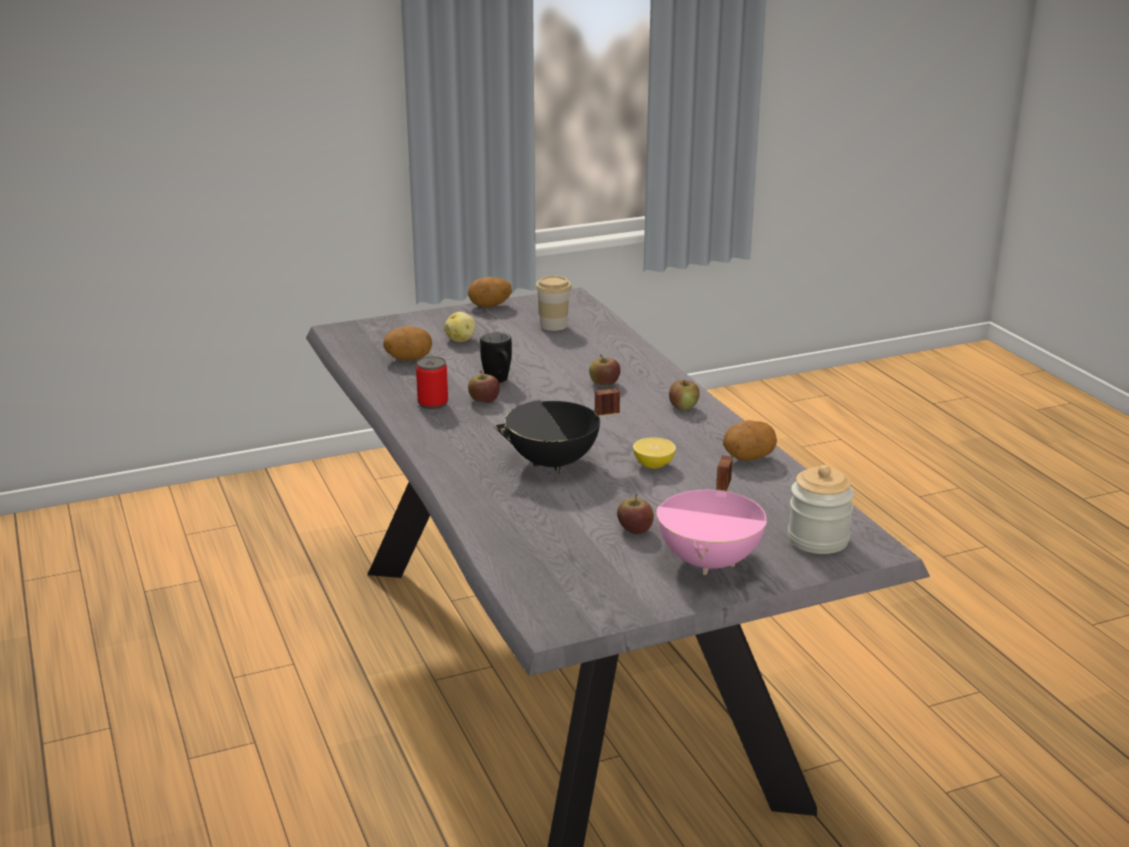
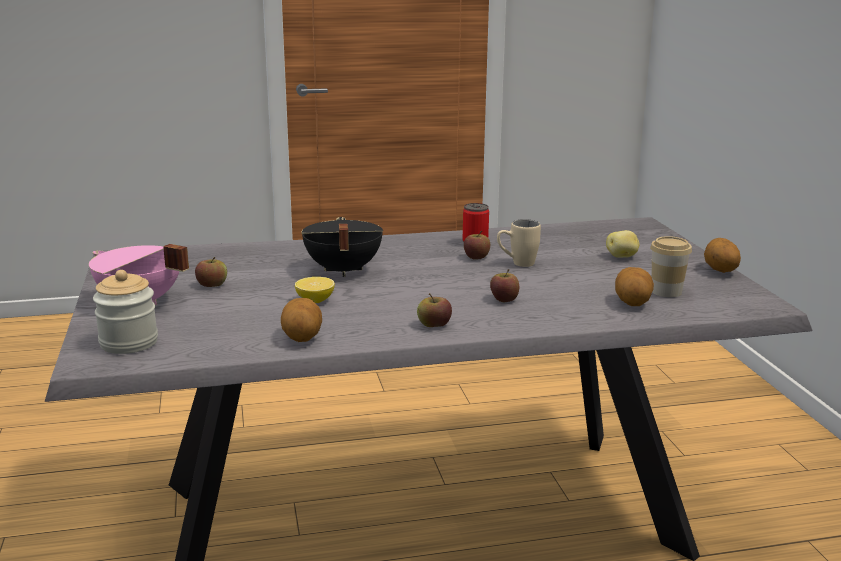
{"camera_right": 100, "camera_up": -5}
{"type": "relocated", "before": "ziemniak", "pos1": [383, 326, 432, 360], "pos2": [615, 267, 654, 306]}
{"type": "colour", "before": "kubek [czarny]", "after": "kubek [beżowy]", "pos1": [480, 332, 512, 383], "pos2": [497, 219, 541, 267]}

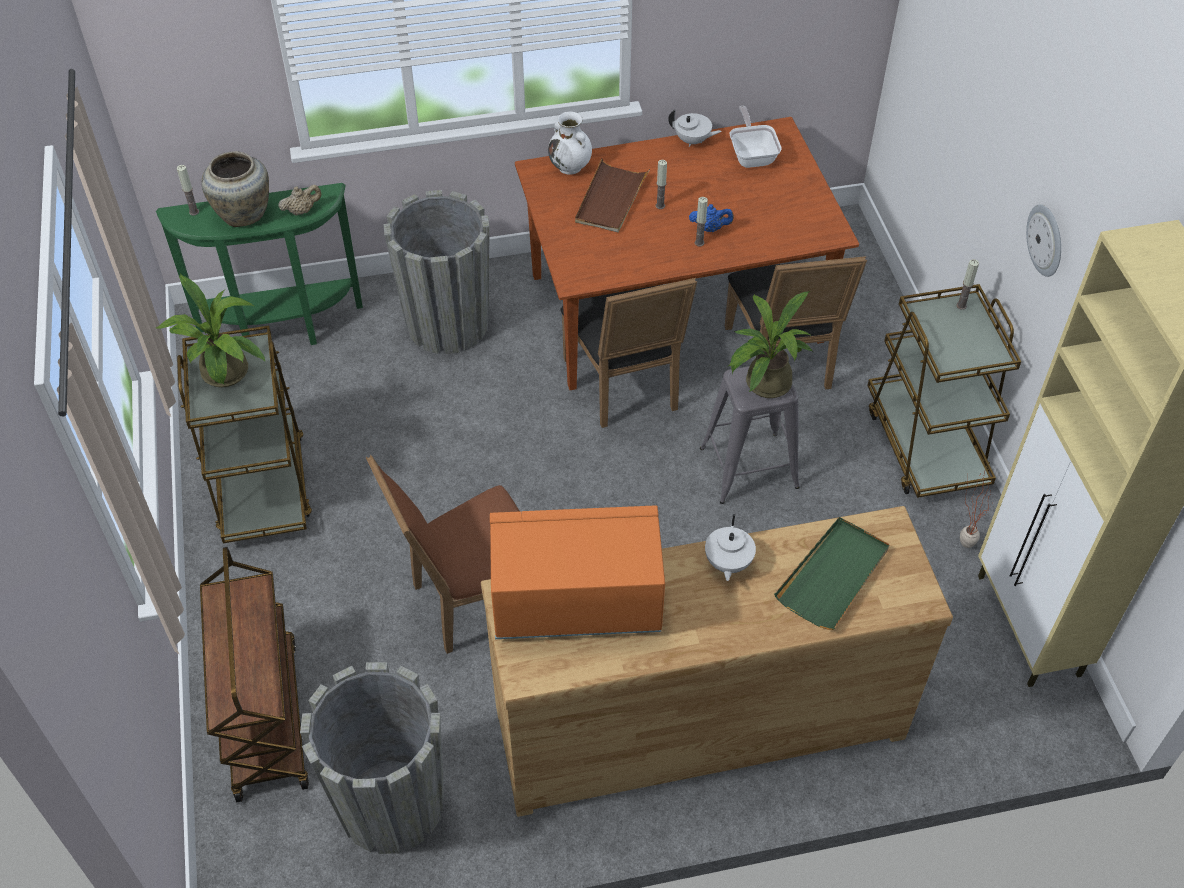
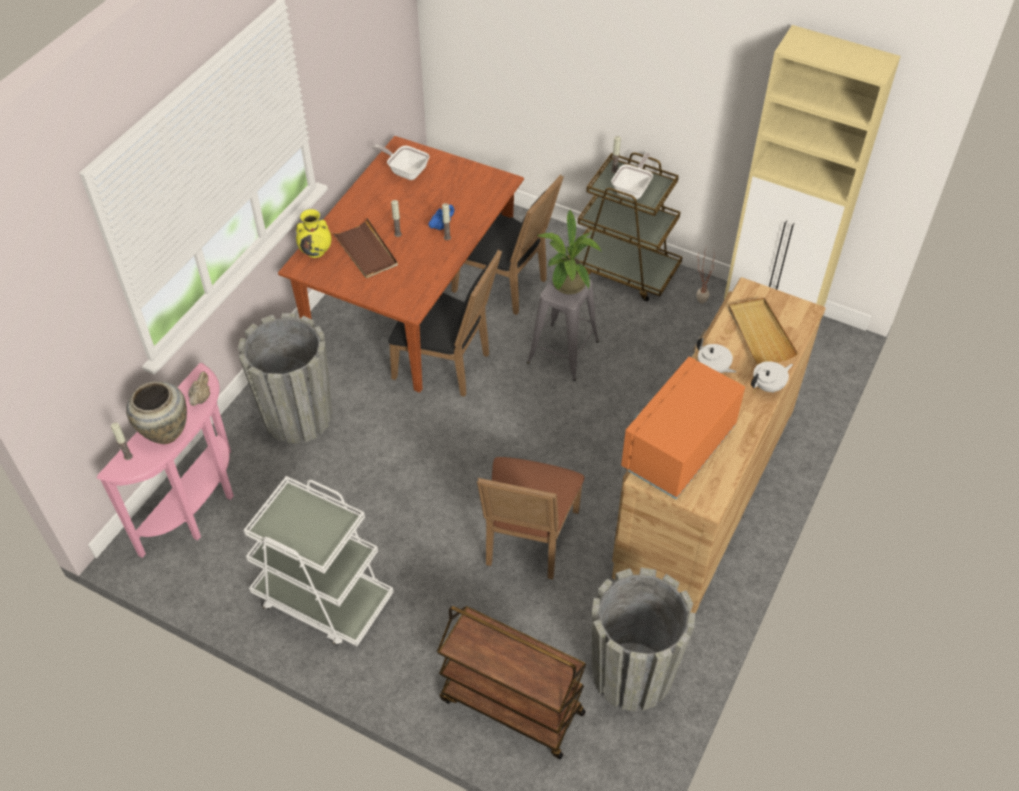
{"camera_right": -50, "camera_up": 0}
{"type": "missing", "before": "roślina doniczkowa", "pos1": [156, 273, 265, 387]}
{"type": "missing", "before": "zegar ścienny", "pos1": [1026, 204, 1061, 277]}
{"type": "appeared", "after": "patelnia", "pos2": [611, 153, 653, 199]}
{"type": "relocated", "before": "imbryk [biały]", "pos1": [668, 109, 722, 147], "pos2": [751, 361, 793, 393]}
{"type": "colour", "before": "stolik konsolowy [zielony]", "after": "stolik konsolowy [różowy]", "pos1": [156, 183, 363, 345], "pos2": [97, 363, 234, 558]}
{"type": "colour", "before": "wózek [brązowy]", "after": "wózek [biały]", "pos1": [177, 326, 312, 543], "pos2": [244, 476, 394, 646]}
{"type": "colour", "before": "wazon [biały]", "after": "wazon [żółty]", "pos1": [548, 111, 592, 175], "pos2": [296, 209, 331, 258]}
{"type": "colour", "before": "taca [zielony]", "after": "taca [beżowy]", "pos1": [774, 517, 890, 630], "pos2": [728, 298, 798, 364]}

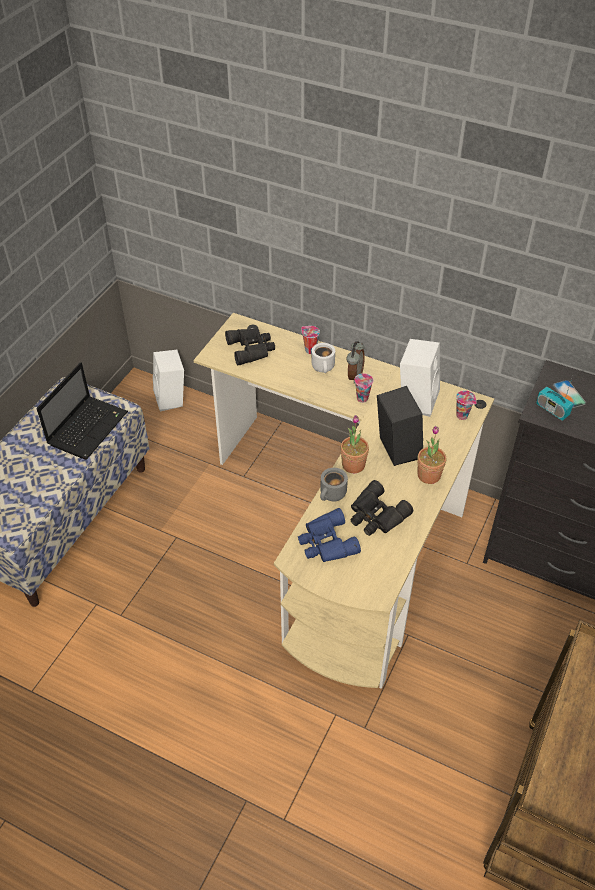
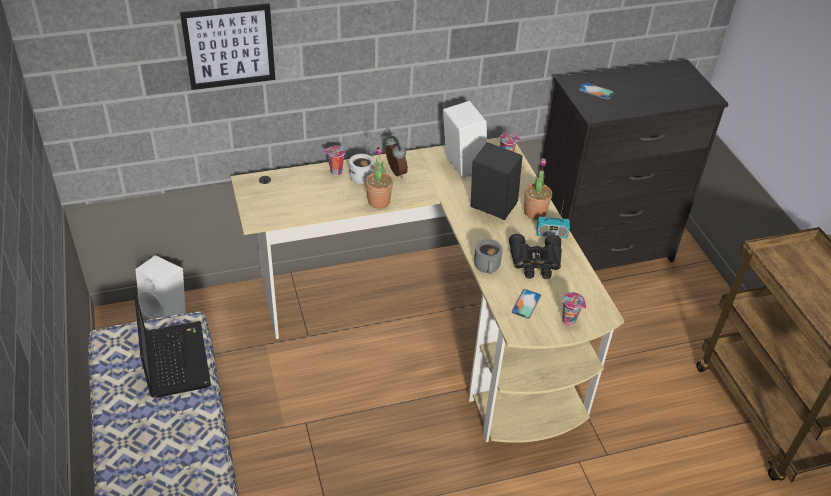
{"camera_right": -45, "camera_up": -5}
{"type": "missing", "before": "lornetka [czarny]", "pos1": [225, 329, 275, 365]}
{"type": "appeared", "after": "obraz", "pos2": [180, 3, 275, 90]}
{"type": "relocated", "before": "roślina doniczkowa", "pos1": [340, 415, 369, 473], "pos2": [366, 147, 393, 209]}
{"type": "relocated", "before": "filiżanka", "pos1": [355, 373, 373, 403], "pos2": [563, 292, 586, 326]}
{"type": "relocated", "before": "radio", "pos1": [536, 379, 573, 421], "pos2": [537, 201, 570, 238]}
{"type": "exchanged", "before": "lornetka [niebieski]", "after": "telefon", "pos1": [298, 508, 361, 562], "pos2": [512, 289, 541, 319]}

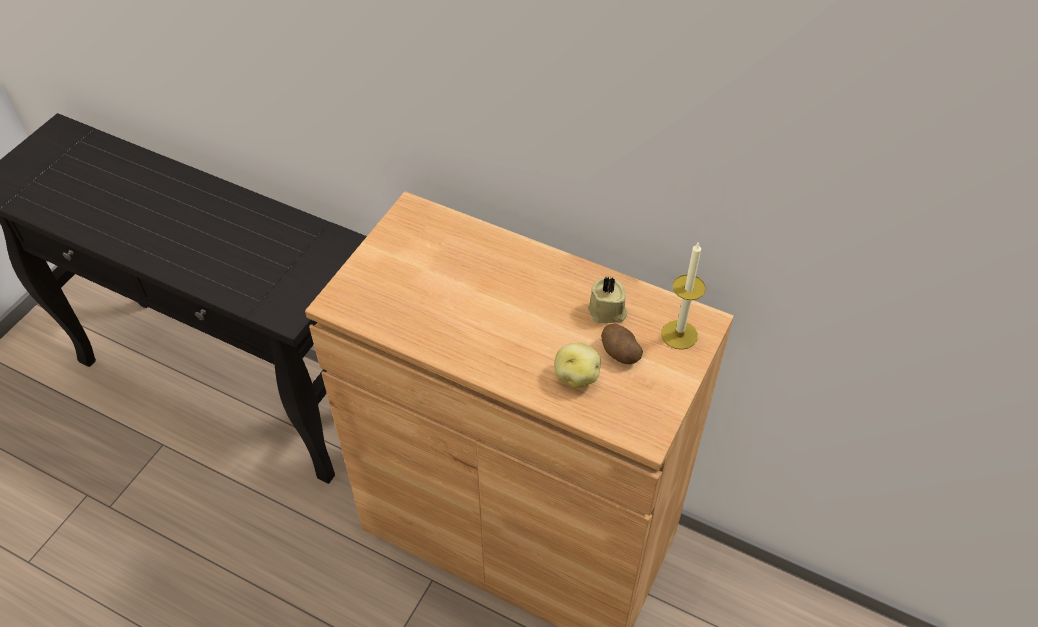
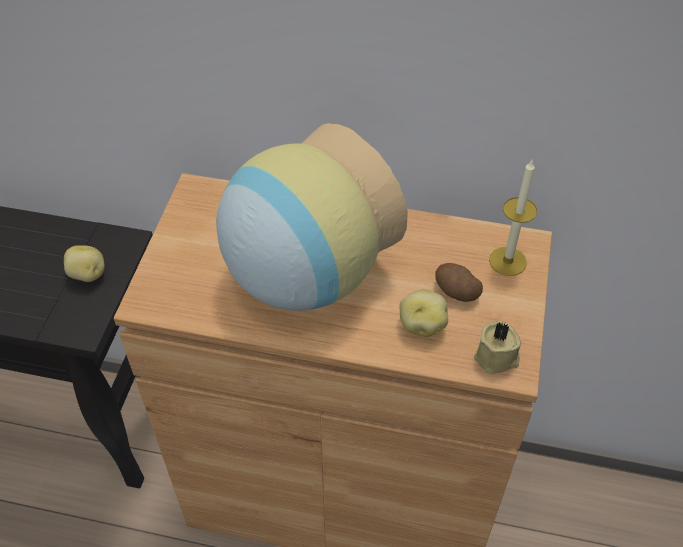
{"camera_right": -15, "camera_up": 0}
{"type": "appeared", "after": "ziemniak", "pos2": [64, 245, 105, 282]}
{"type": "appeared", "after": "wazon", "pos2": [216, 123, 408, 311]}
{"type": "relocated", "before": "świeca [beżowy]", "pos1": [588, 277, 628, 323], "pos2": [474, 321, 521, 375]}

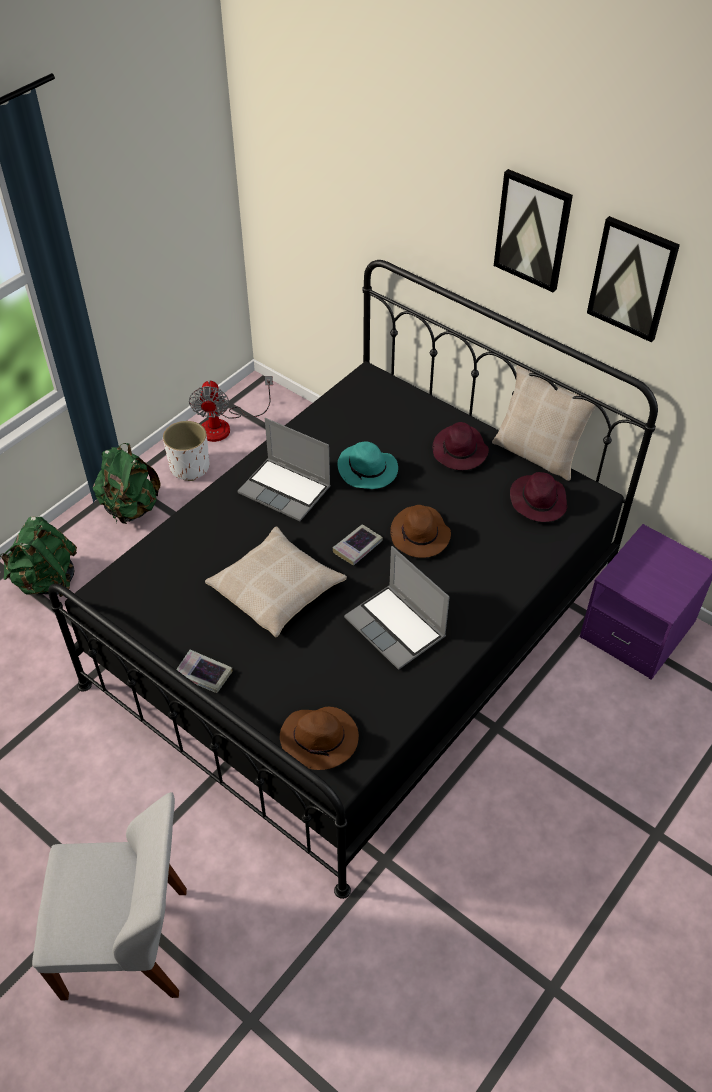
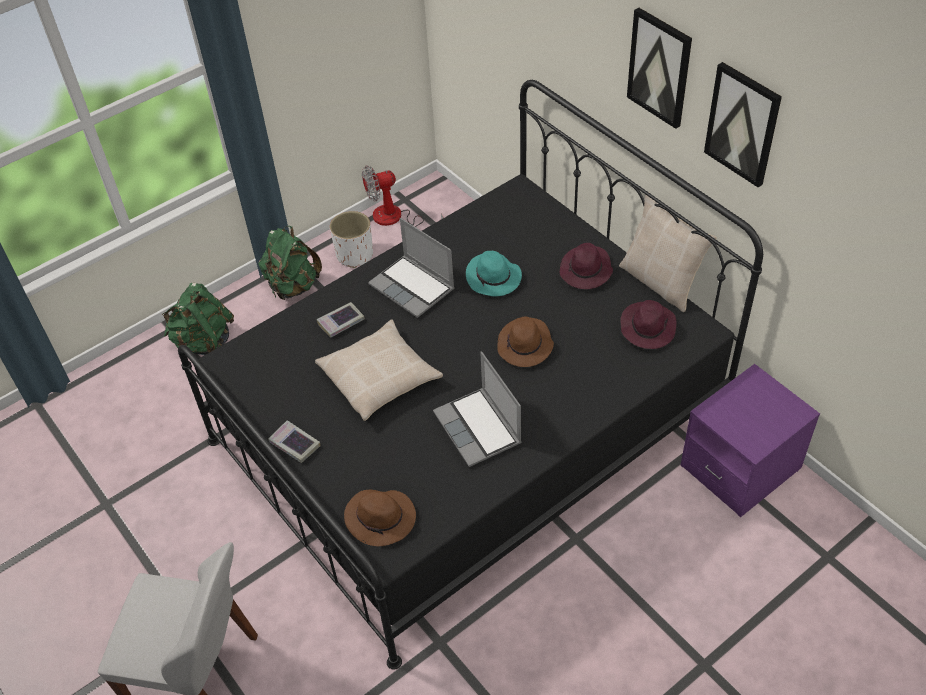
{"camera_right": 15, "camera_up": 0}
{"type": "relocated", "before": "książka", "pos1": [332, 524, 383, 565], "pos2": [317, 302, 365, 338]}
{"type": "spun", "before": "wentylator", "pos1": [189, 376, 273, 442], "pos2": [362, 165, 444, 227], "turn": 60}

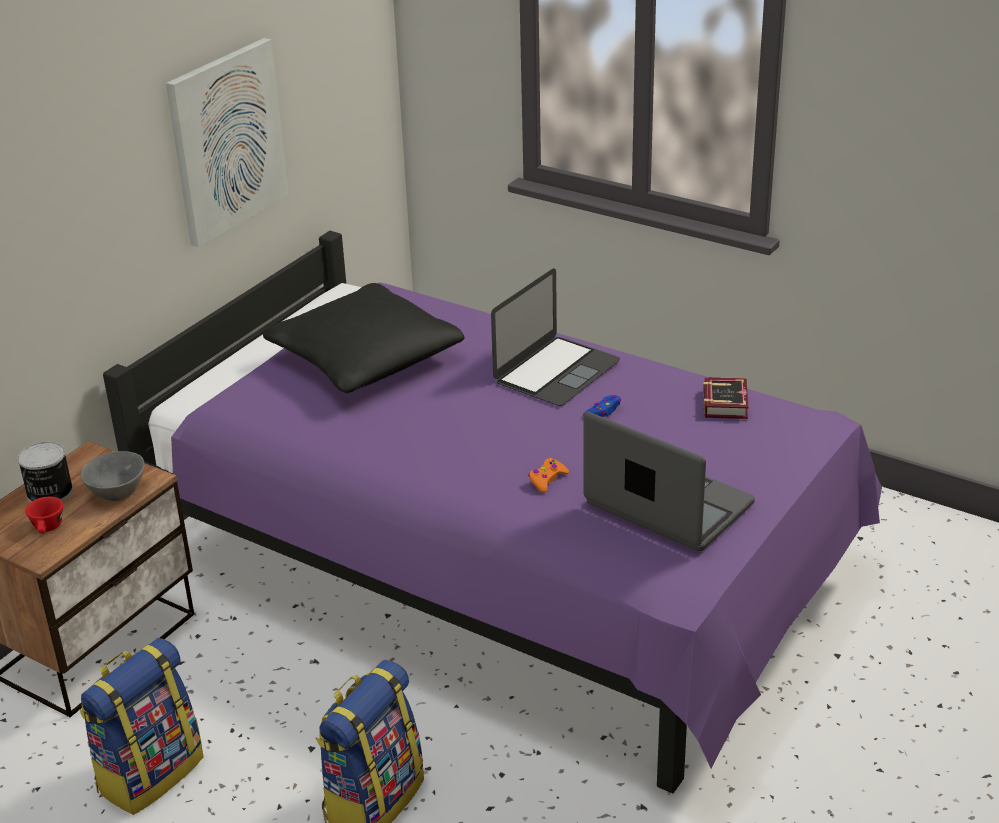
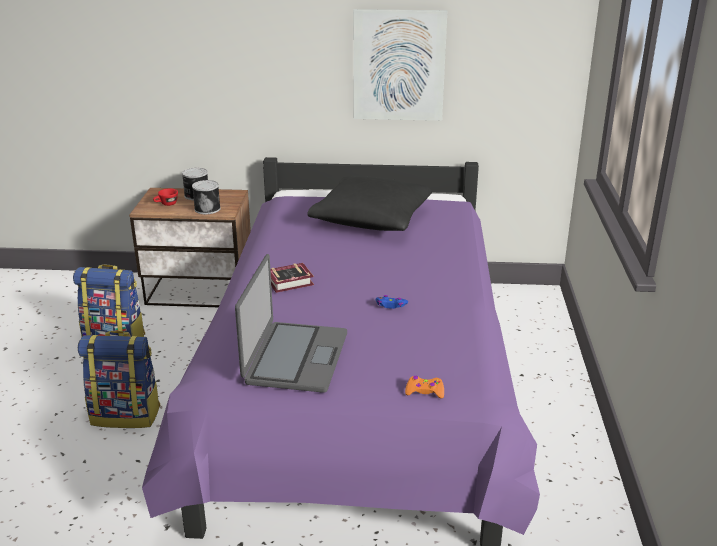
{"camera_right": 60, "camera_up": -5}
{"type": "missing", "before": "laptop", "pos1": [491, 268, 620, 406]}
{"type": "relocated", "before": "pad do gier [pomarańczowy]", "pos1": [528, 458, 569, 493], "pos2": [405, 376, 444, 398]}
{"type": "relocated", "before": "książka", "pos1": [703, 377, 749, 419], "pos2": [270, 263, 314, 293]}
{"type": "exchanged", "before": "miska [szary]", "after": "puszka", "pos1": [80, 451, 145, 501], "pos2": [192, 180, 221, 214]}

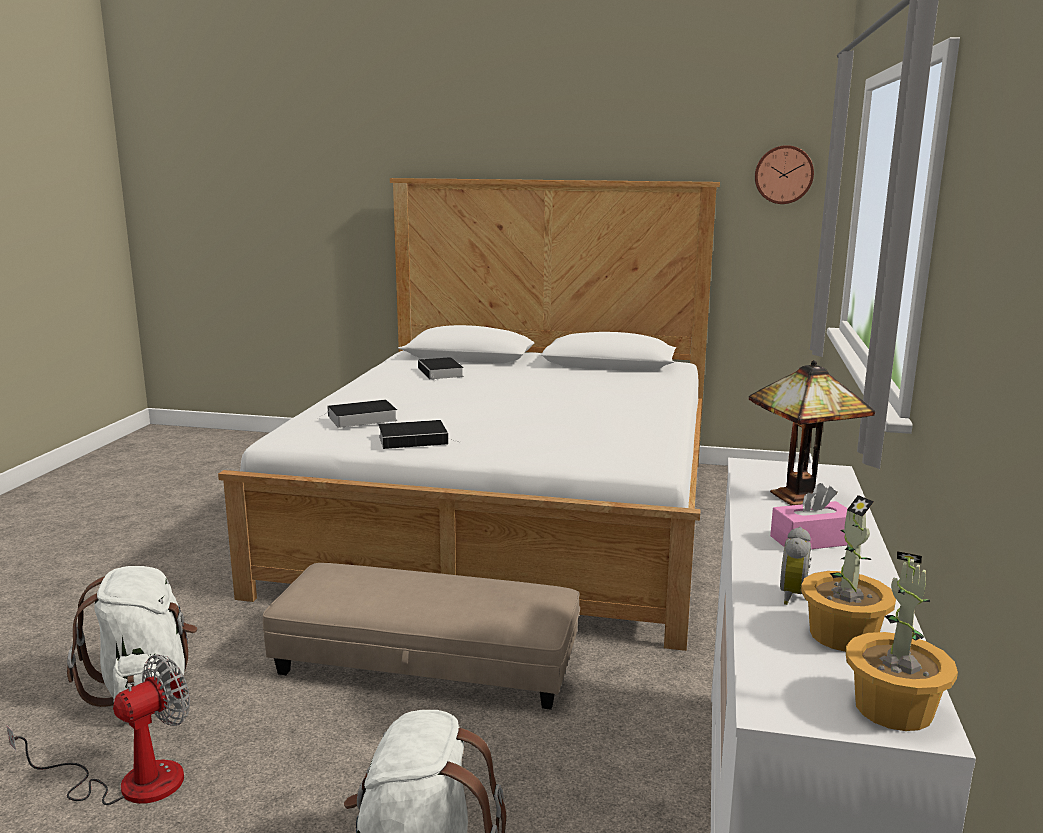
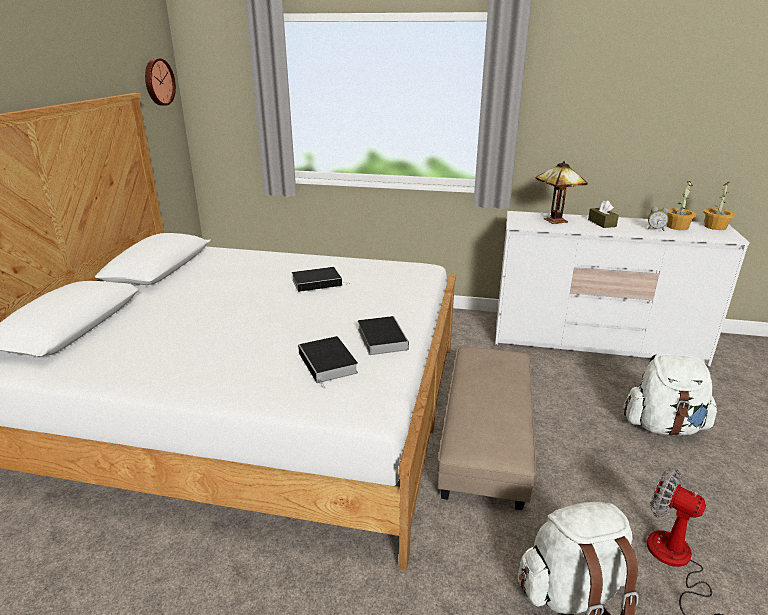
{"camera_right": -90, "camera_up": 10}
{"type": "relocated", "before": "książka", "pos1": [418, 357, 464, 381], "pos2": [292, 267, 350, 292]}
{"type": "colour", "before": "pudełko chusteczek [różowy]", "after": "pudełko chusteczek [brązowy]", "pos1": [770, 483, 848, 549], "pos2": [588, 200, 619, 228]}

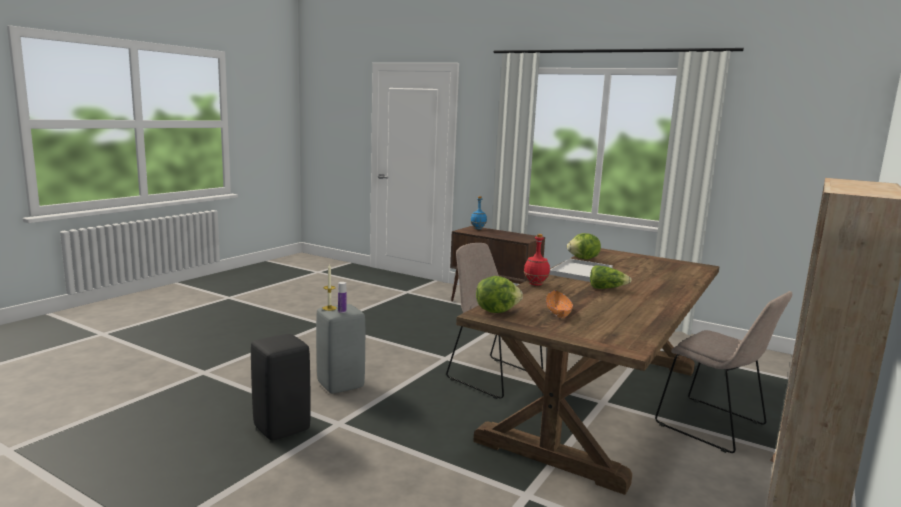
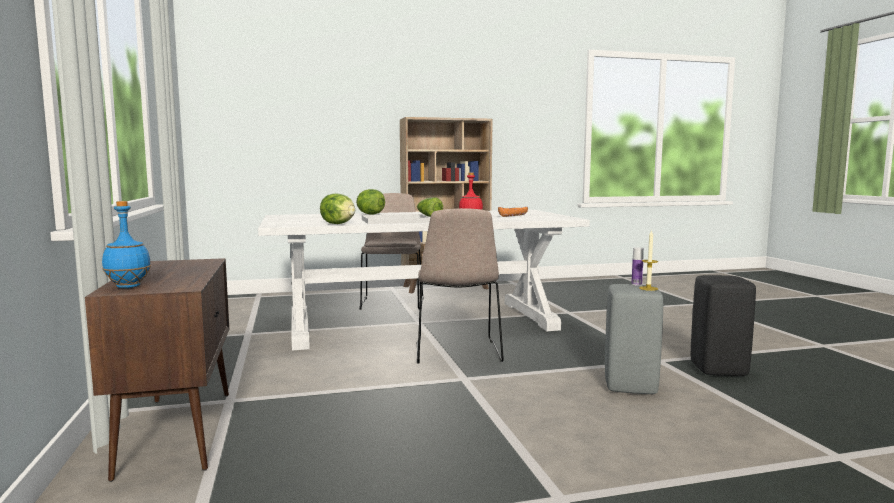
{"camera_right": -135, "camera_up": -5}
{"type": "relocated", "before": "sałata", "pos1": [476, 276, 523, 313], "pos2": [356, 189, 385, 215]}
{"type": "colour", "before": "stół jadalny [brązowy]", "after": "stół jadalny [biały]", "pos1": [456, 248, 719, 495], "pos2": [258, 210, 590, 350]}

